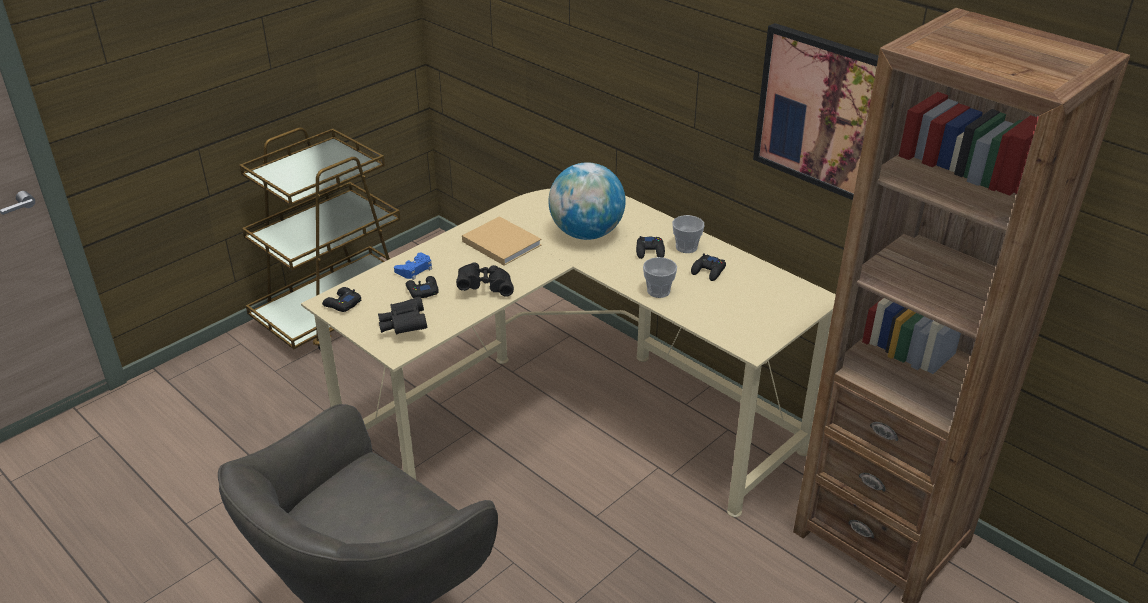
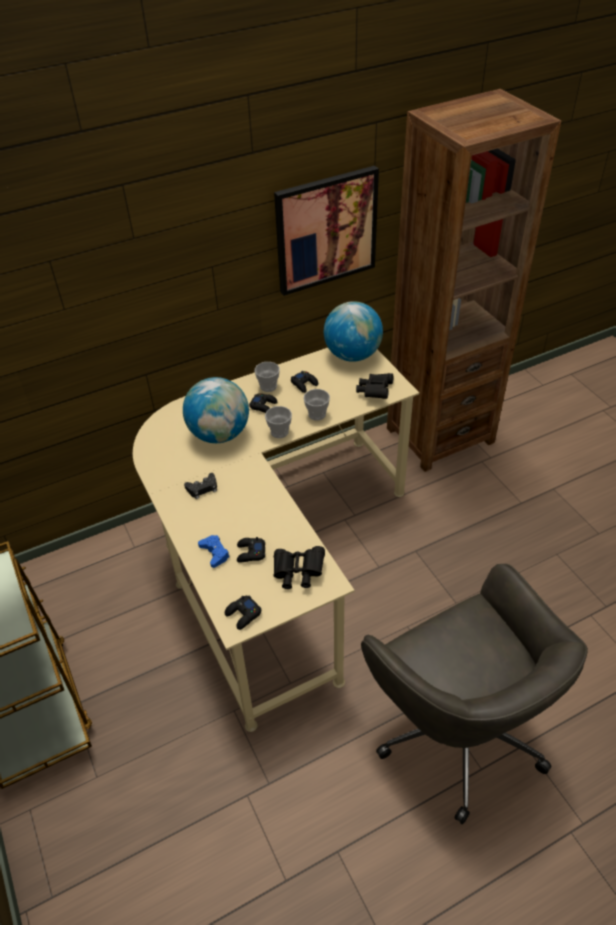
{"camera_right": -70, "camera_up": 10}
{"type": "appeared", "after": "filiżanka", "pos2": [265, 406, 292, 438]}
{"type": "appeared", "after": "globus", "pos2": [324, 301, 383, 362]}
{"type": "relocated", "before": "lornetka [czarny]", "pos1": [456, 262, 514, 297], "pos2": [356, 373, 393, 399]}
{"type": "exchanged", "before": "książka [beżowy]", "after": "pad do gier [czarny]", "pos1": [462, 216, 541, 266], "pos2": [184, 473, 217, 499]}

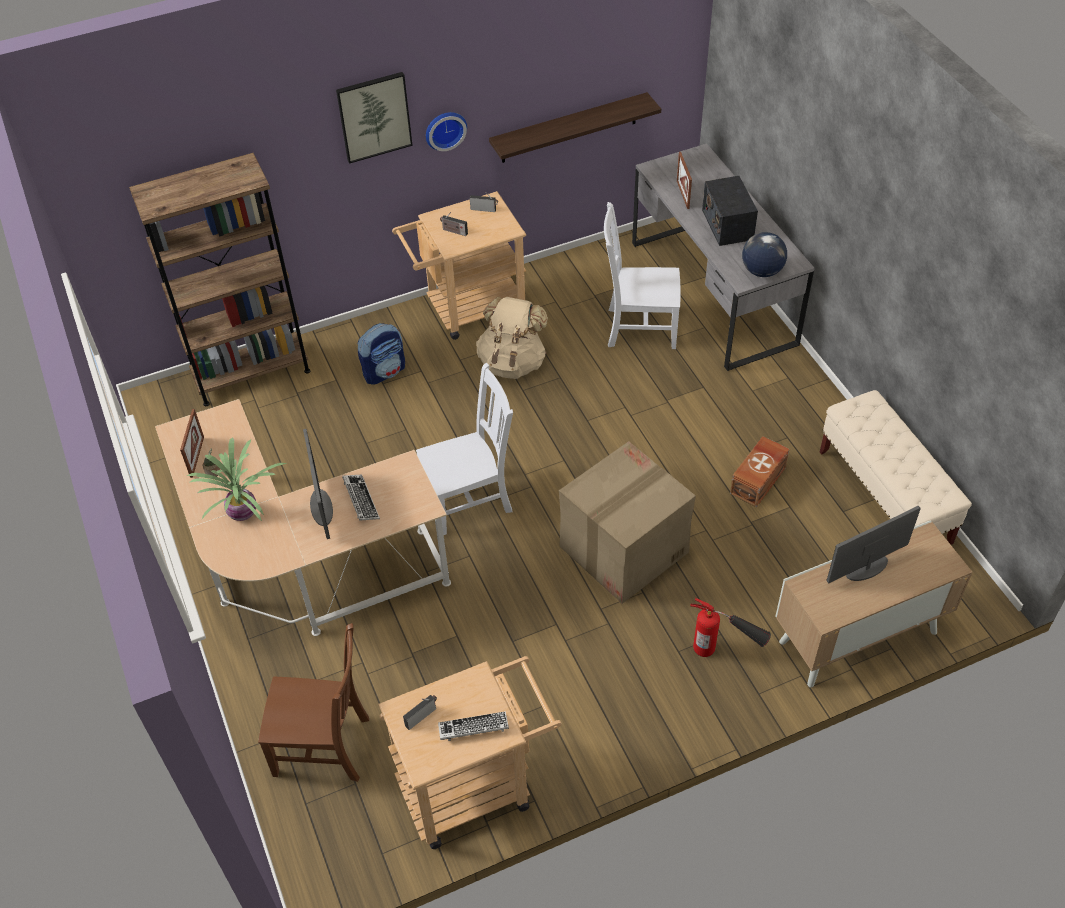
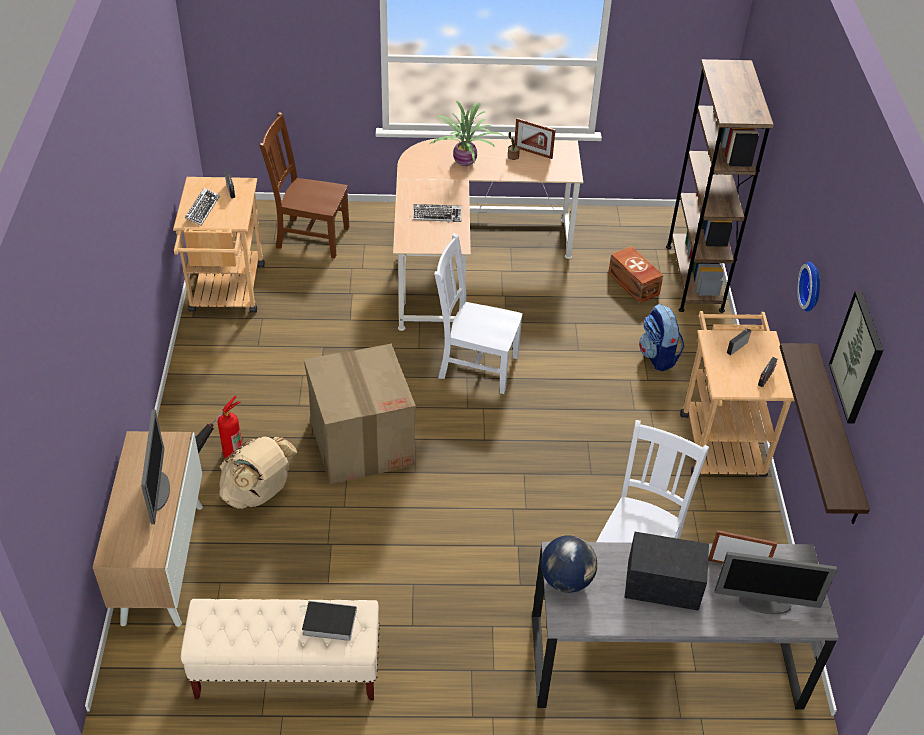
{"camera_right": 110, "camera_up": -5}
{"type": "appeared", "after": "książka", "pos2": [302, 601, 357, 641]}
{"type": "relocated", "before": "monitor", "pos1": [303, 429, 333, 539], "pos2": [715, 552, 837, 614]}
{"type": "relocated", "before": "obraz", "pos1": [336, 72, 413, 164], "pos2": [829, 291, 883, 423]}
{"type": "relocated", "before": "plecak [beżowy]", "pos1": [476, 297, 548, 379], "pos2": [219, 436, 298, 509]}
{"type": "relocated", "before": "pojemnik do przechowywania [brązowy]", "pos1": [730, 436, 789, 507], "pos2": [608, 246, 663, 303]}
{"type": "spun", "before": "krzesło [brązowy]", "pos1": [258, 623, 369, 782], "pos2": [259, 112, 349, 258], "turn": 75}
{"type": "spun", "before": "krzesło [biały]", "pos1": [416, 363, 513, 535], "pos2": [435, 233, 523, 394], "turn": 105}

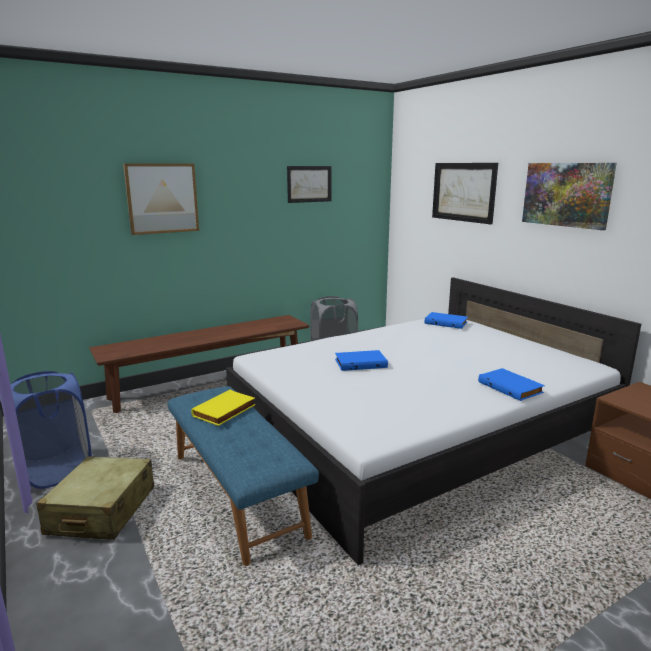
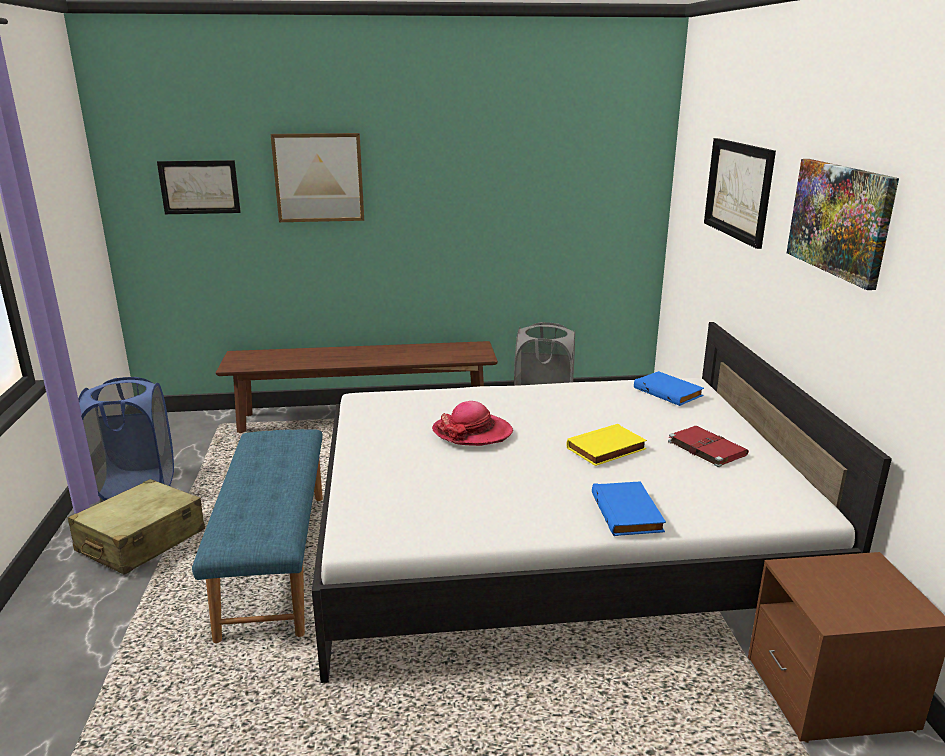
{"camera_right": 25, "camera_up": 5}
{"type": "appeared", "after": "książka [czerwony]", "pos2": [668, 426, 749, 467]}
{"type": "relocated", "before": "książka [żółty]", "pos1": [191, 390, 256, 426], "pos2": [567, 424, 647, 466]}
{"type": "relocated", "before": "obraz", "pos1": [287, 166, 332, 203], "pos2": [157, 160, 241, 214]}
{"type": "exchanged", "before": "książka [niebieski]", "after": "kapelusz", "pos1": [335, 350, 388, 371], "pos2": [432, 401, 513, 446]}

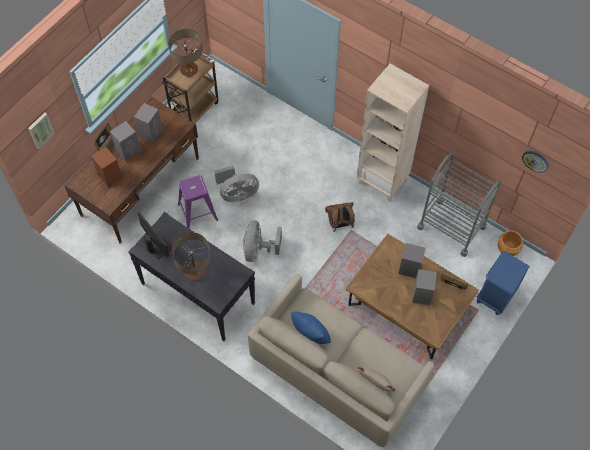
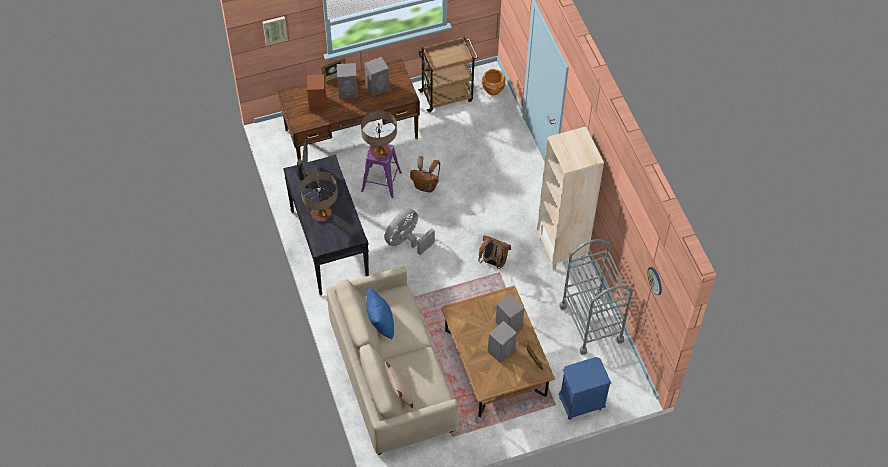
{"camera_right": 35, "camera_up": -5}
{"type": "relocated", "before": "lampa stołowa", "pos1": [168, 29, 203, 77], "pos2": [361, 110, 397, 159]}
{"type": "relocated", "before": "donica [brązowy]", "pos1": [498, 230, 523, 256], "pos2": [481, 69, 505, 95]}
{"type": "exchanged", "before": "wentylator [szary]", "after": "plecak [brązowy]", "pos1": [214, 165, 259, 202], "pos2": [410, 156, 441, 193]}

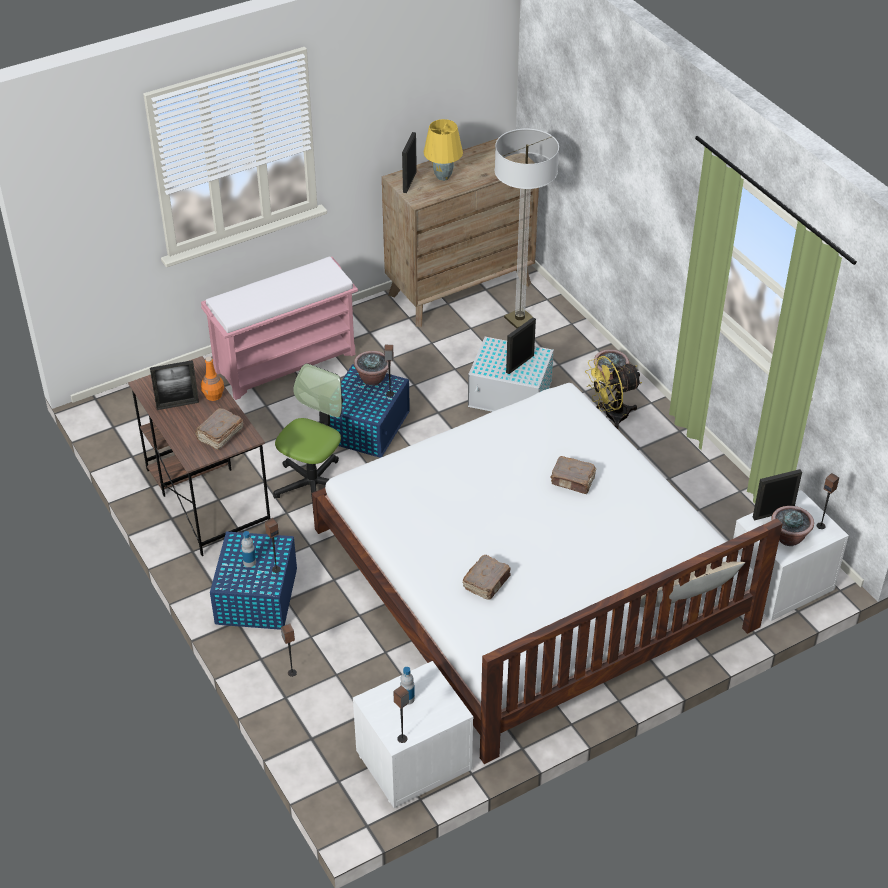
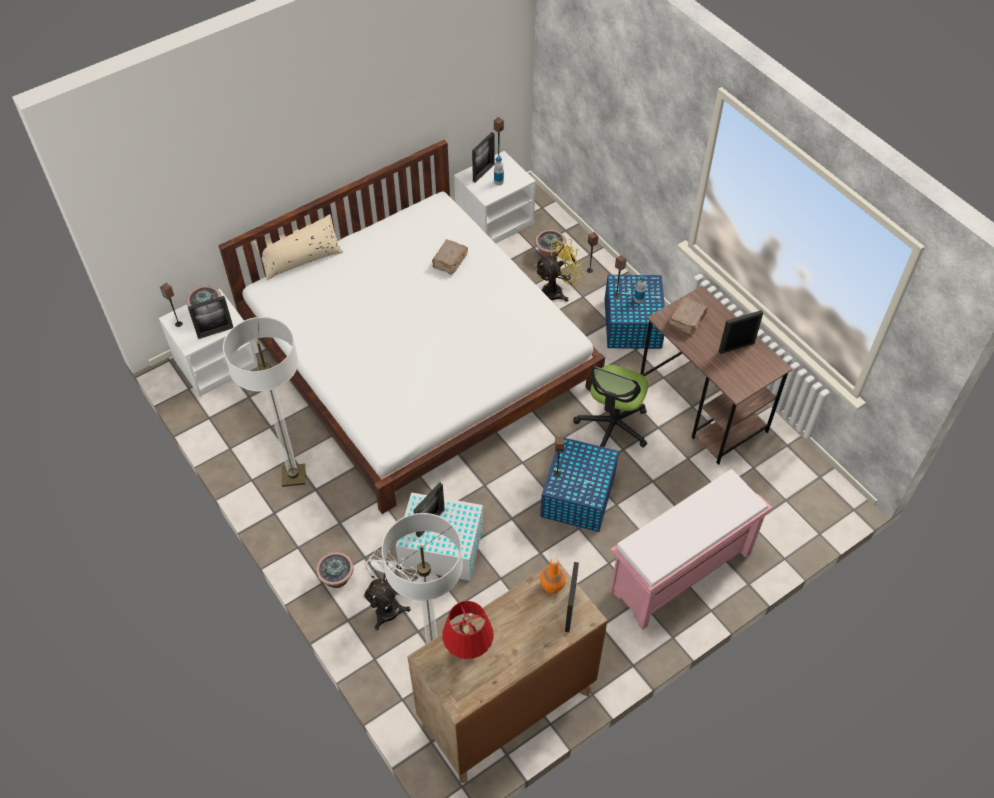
{"camera_right": 175, "camera_up": 10}
{"type": "missing", "before": "lampa stołowa [żółty]", "pos1": [424, 119, 463, 181]}
{"type": "missing", "before": "książka [brązowy]", "pos1": [550, 456, 596, 494]}
{"type": "appeared", "after": "lampa stojąca", "pos2": [223, 317, 306, 487]}
{"type": "appeared", "after": "wentylator [biały]", "pos2": [363, 549, 418, 630]}
{"type": "appeared", "after": "lampa stołowa [czerwony]", "pos2": [442, 601, 494, 659]}
{"type": "appeared", "after": "ramka na zdjęcie", "pos2": [472, 132, 495, 183]}
{"type": "relocated", "before": "butelka [pomarańczowy]", "pos1": [201, 357, 224, 401], "pos2": [540, 557, 566, 594]}
{"type": "relocated", "before": "roślina doniczkowa", "pos1": [354, 351, 391, 386], "pos2": [535, 230, 566, 257]}
{"type": "relocated", "before": "wentylator [żółty]", "pos1": [585, 356, 642, 429], "pos2": [535, 236, 585, 302]}

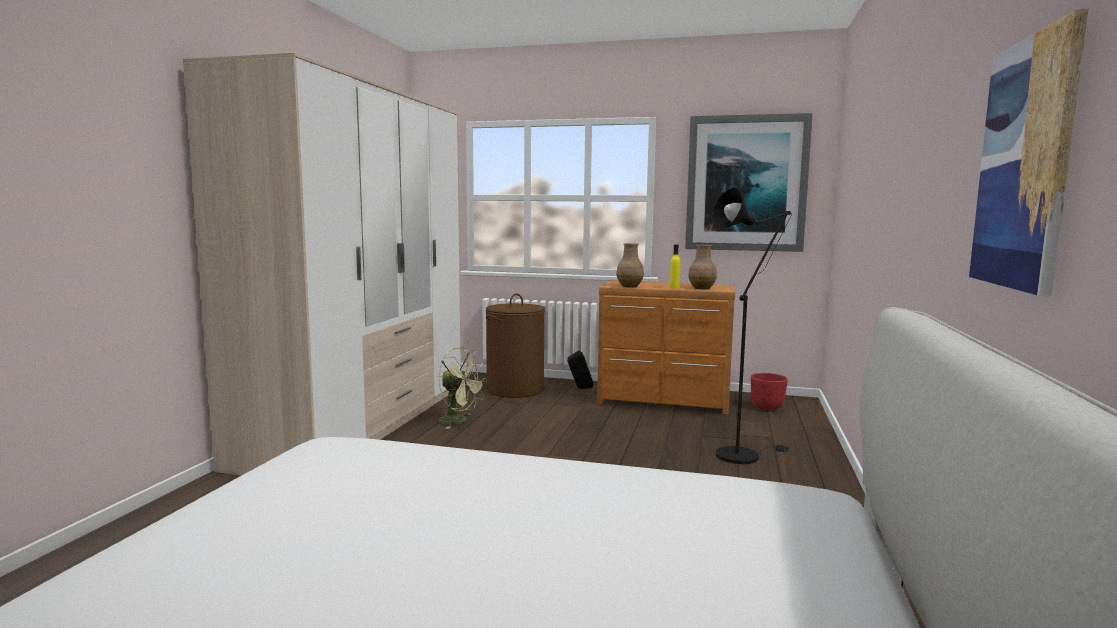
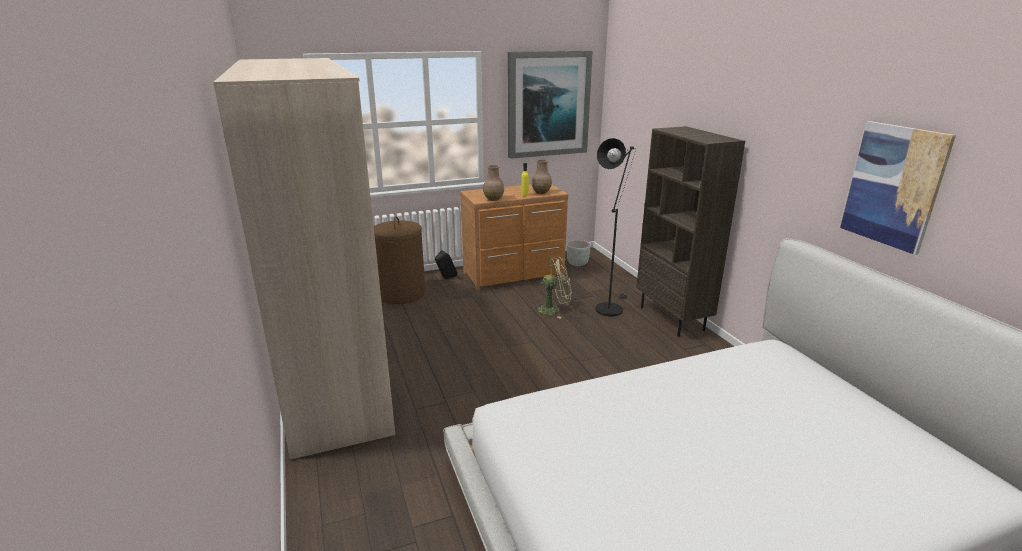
{"camera_right": -35, "camera_up": 15}
{"type": "appeared", "after": "regał [brązowy]", "pos2": [636, 126, 745, 337]}
{"type": "relocated", "before": "wentylator [zielony]", "pos1": [439, 347, 487, 429], "pos2": [531, 256, 571, 319]}
{"type": "colour", "before": "donica [czerwony]", "after": "donica [szary]", "pos1": [751, 373, 788, 410], "pos2": [567, 240, 591, 266]}

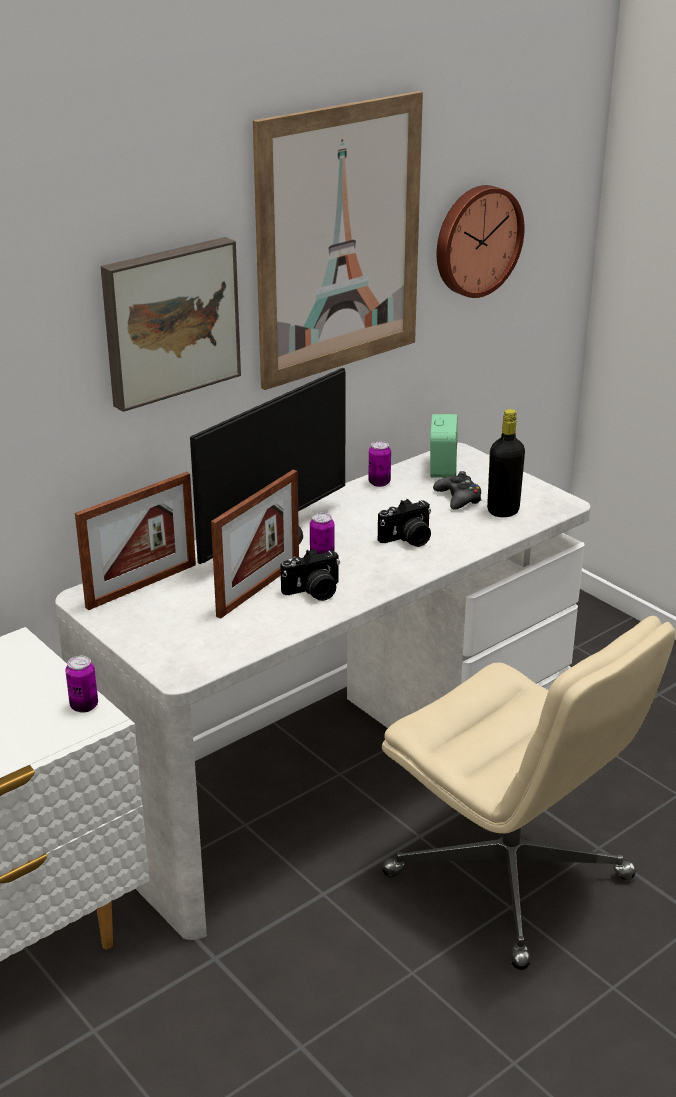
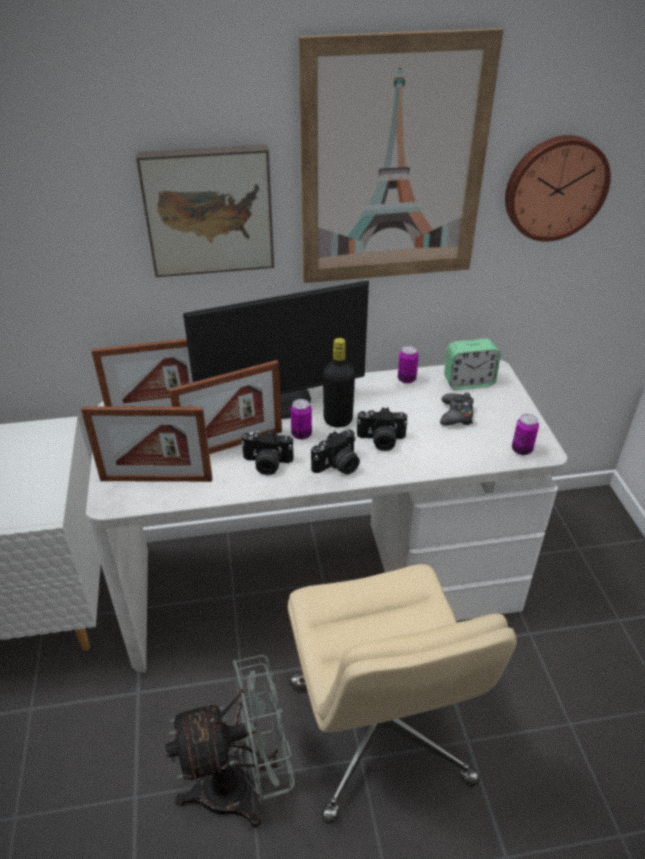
{"camera_right": 30, "camera_up": 10}
{"type": "appeared", "after": "ramka na zdjęcie", "pos2": [81, 406, 213, 482]}
{"type": "appeared", "after": "wentylator [szary]", "pos2": [165, 655, 295, 828]}
{"type": "appeared", "after": "aparat fotograficzny", "pos2": [311, 429, 360, 475]}
{"type": "relocated", "before": "puszka", "pos1": [65, 656, 98, 713], "pos2": [512, 414, 539, 455]}
{"type": "relocated", "before": "butelka [czarny]", "pos1": [487, 409, 525, 517], "pos2": [323, 338, 355, 427]}
{"type": "spun", "before": "budzik", "pos1": [430, 414, 457, 478], "pos2": [444, 338, 501, 390], "turn": 45}

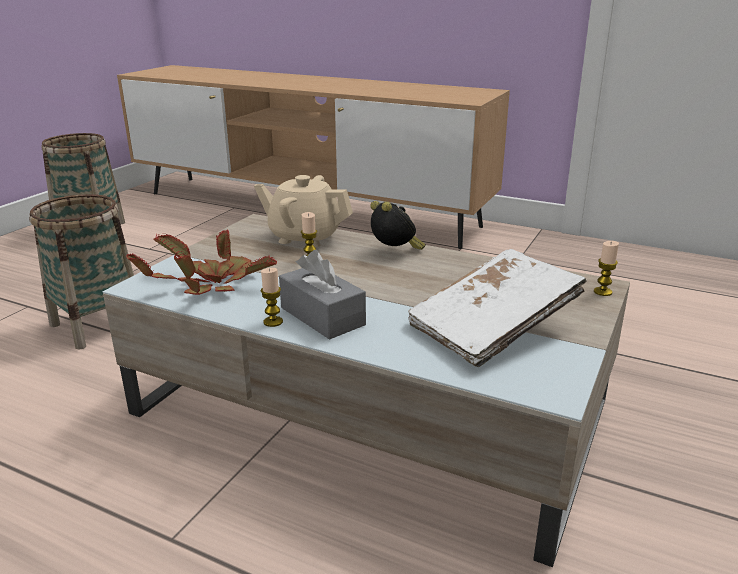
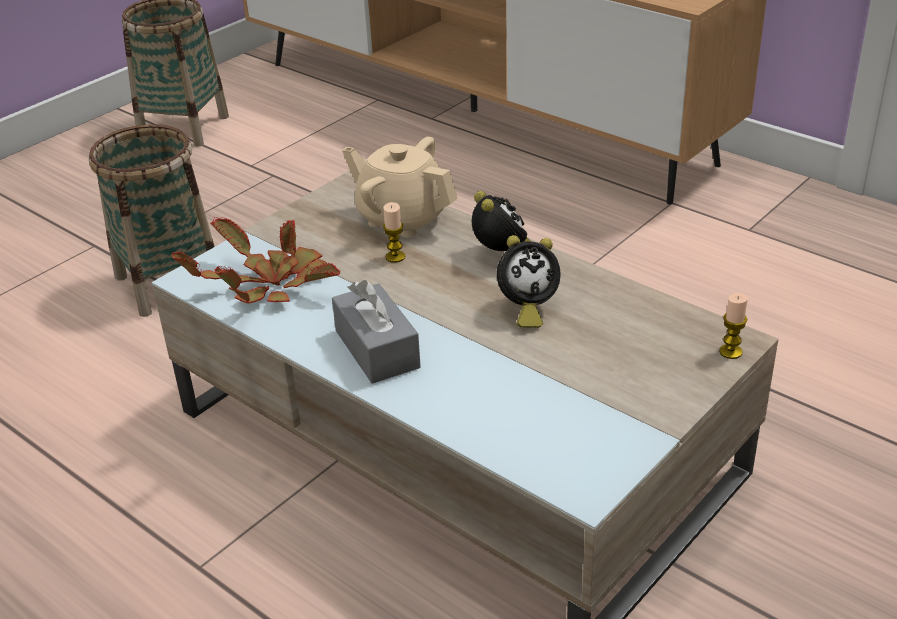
{"camera_right": 15, "camera_up": 10}
{"type": "missing", "before": "świeca", "pos1": [261, 268, 283, 327]}
{"type": "missing", "before": "książka [biały]", "pos1": [408, 249, 587, 367]}
{"type": "appeared", "after": "budzik", "pos2": [497, 235, 560, 328]}

